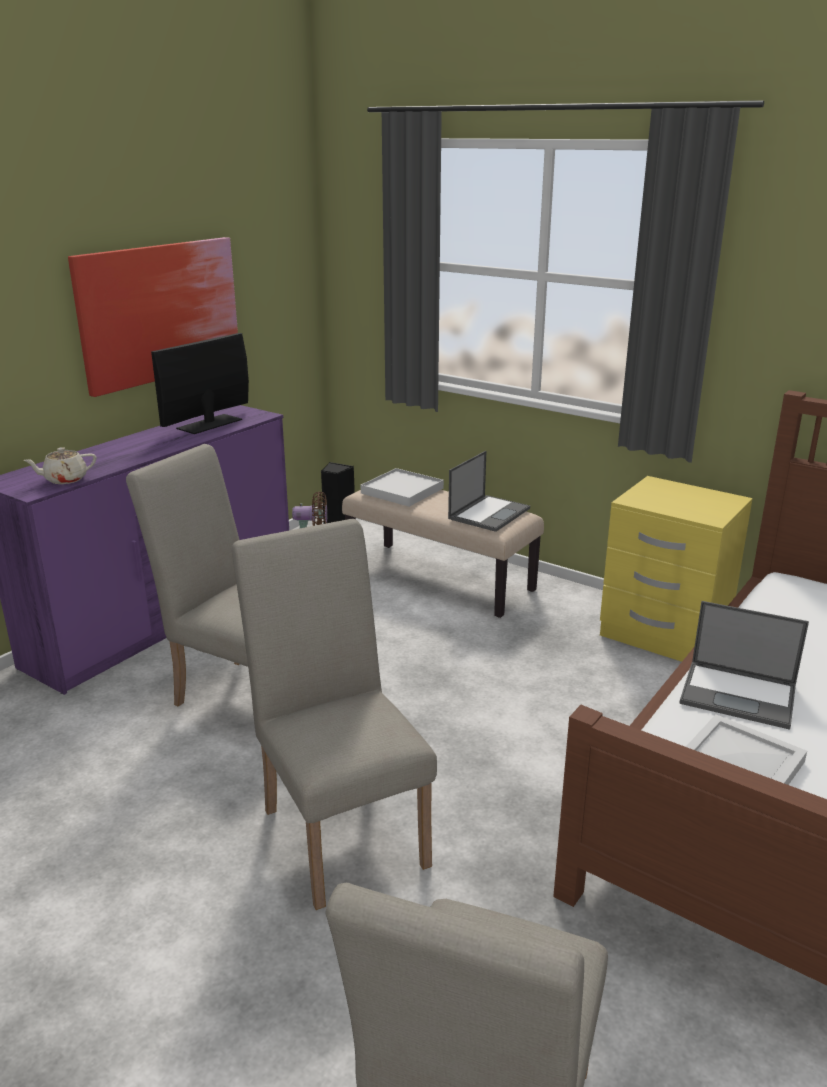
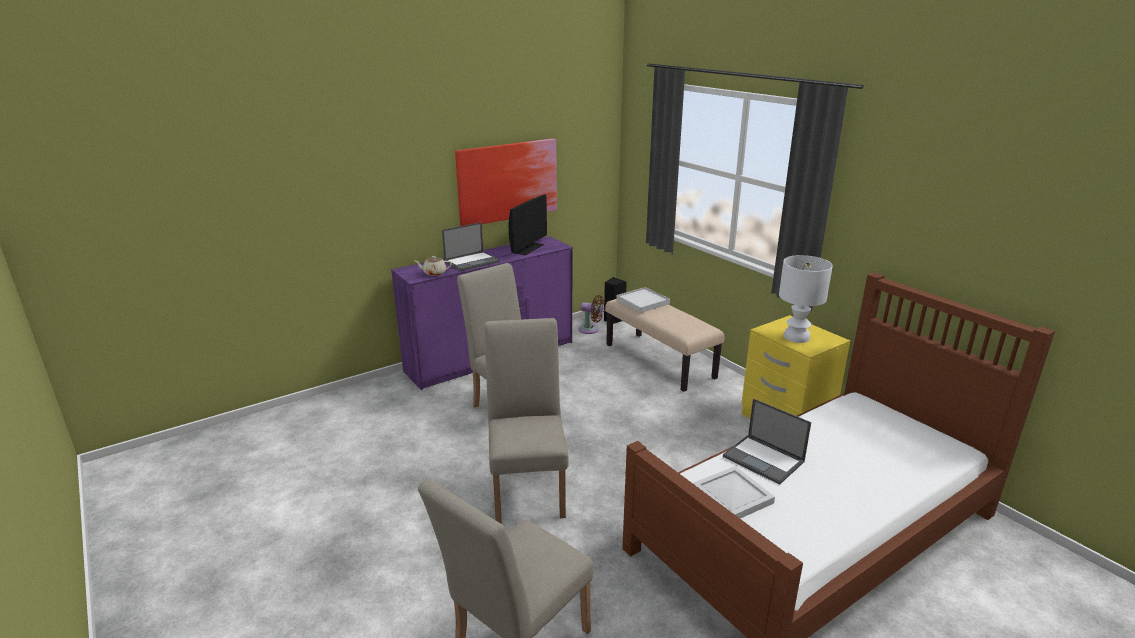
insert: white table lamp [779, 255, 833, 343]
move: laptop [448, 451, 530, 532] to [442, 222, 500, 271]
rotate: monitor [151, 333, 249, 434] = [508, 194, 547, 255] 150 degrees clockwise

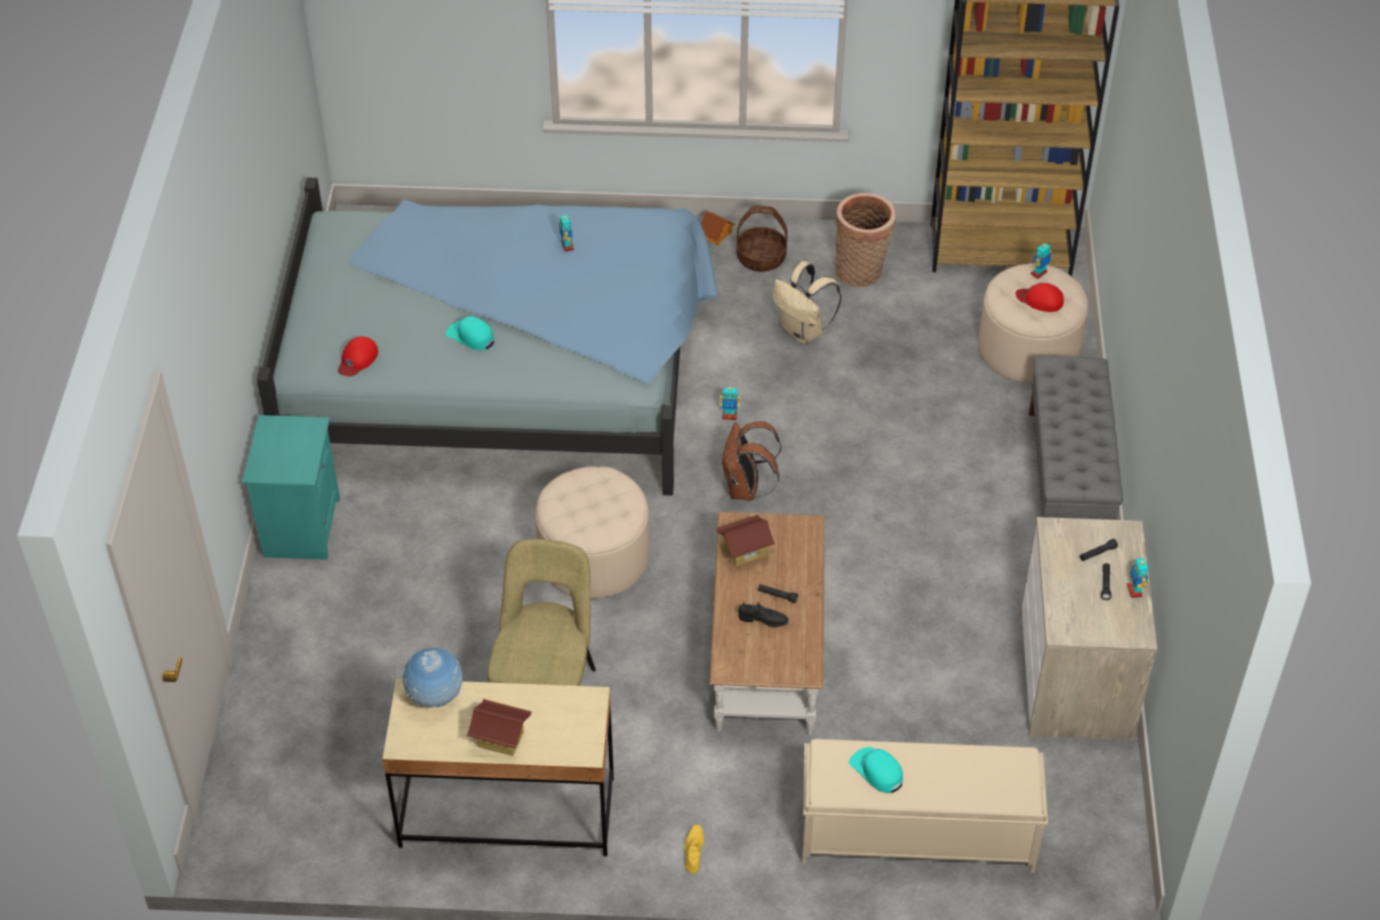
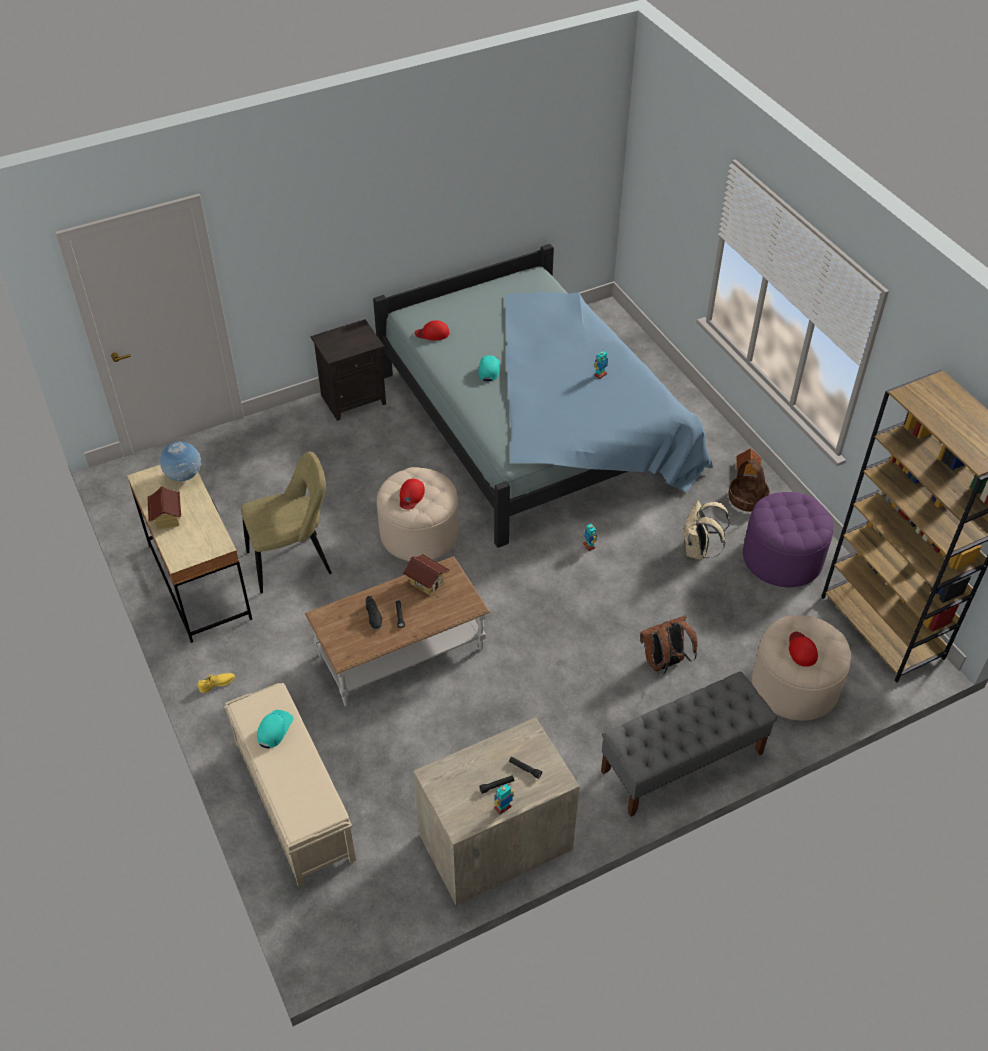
delete: toy robot [1031, 243, 1052, 279]
insert: red cap [400, 479, 425, 510]
move: brown backpack [721, 421, 781, 501] to [640, 615, 698, 675]
replace: basket [835, 193, 895, 288] to purple ottoman [743, 492, 833, 587]
recolor: turquoise nightstand [242, 415, 340, 560] to black nightstand [311, 319, 386, 421]

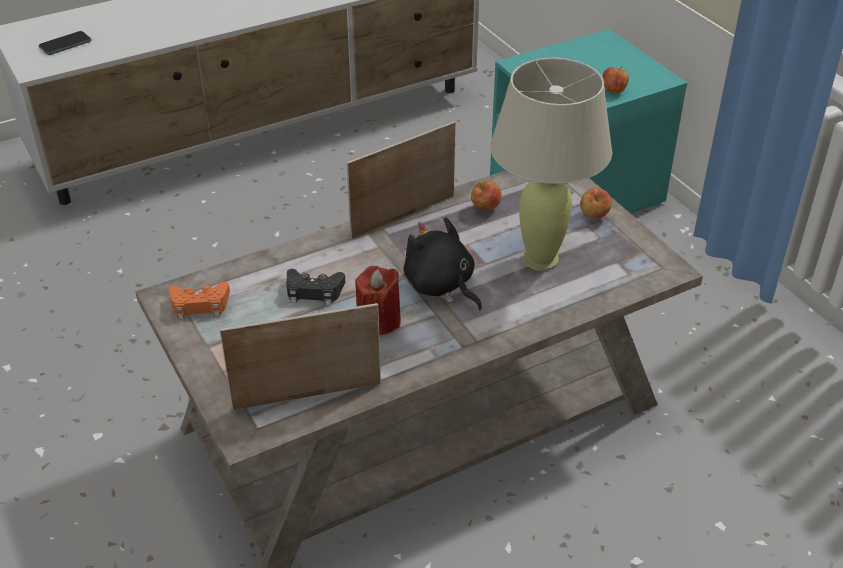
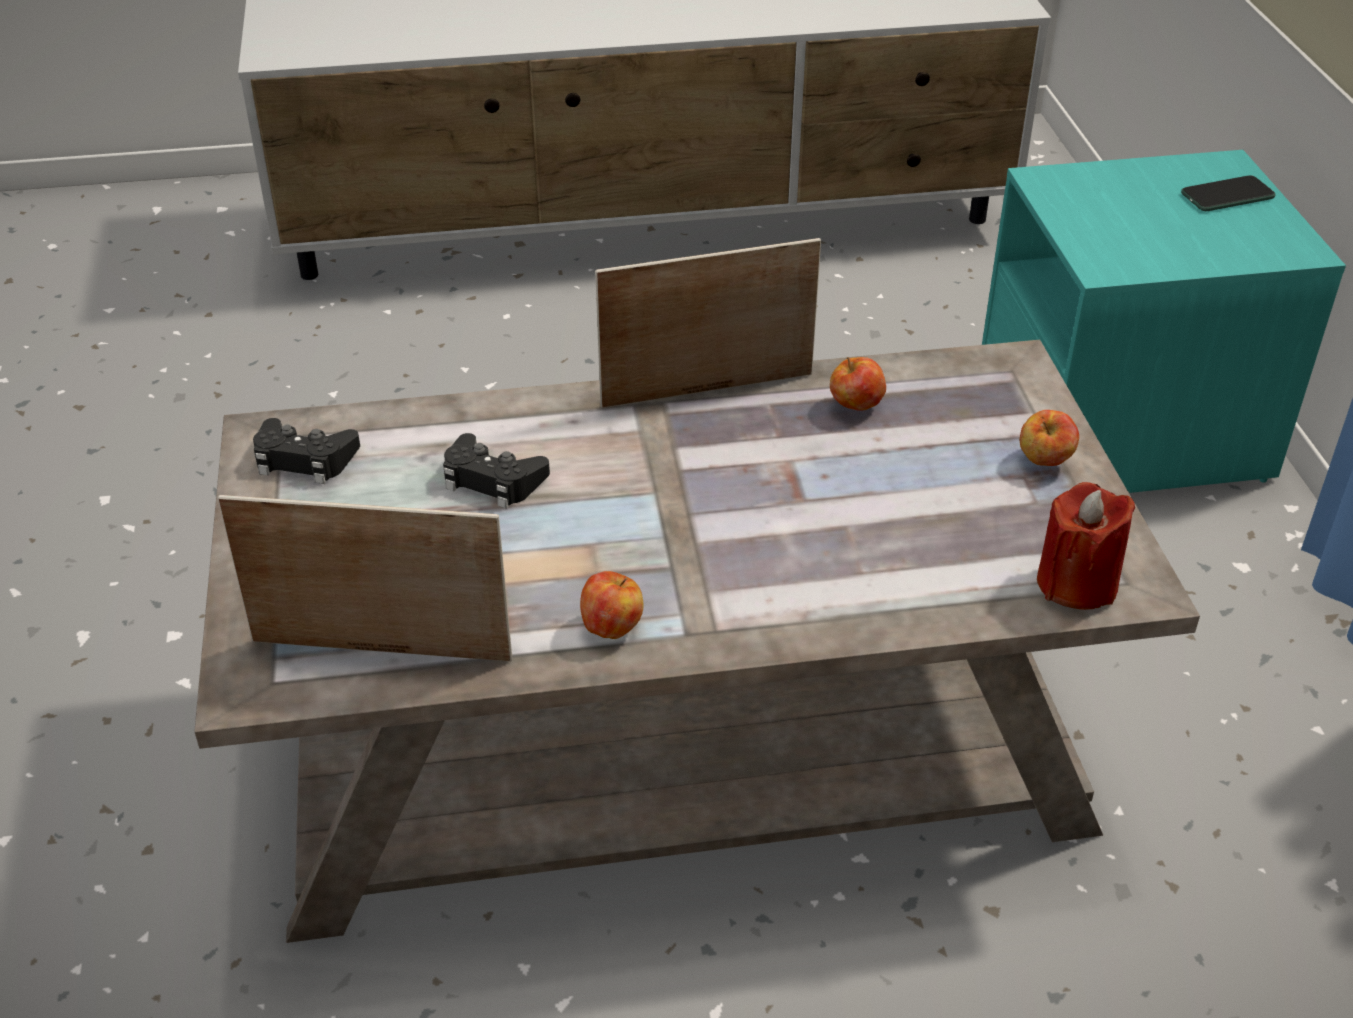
delete: black plush toy [404, 217, 482, 310]; beige table lamp [490, 58, 612, 271]
move: phone [38, 31, 92, 55] to [1181, 175, 1275, 211]; red candle [355, 266, 401, 335] to [1037, 482, 1135, 610]; apple [603, 66, 629, 94] to [580, 571, 643, 639]
recolor: orange game controller [168, 282, 230, 320] to black game controller [253, 418, 360, 484]

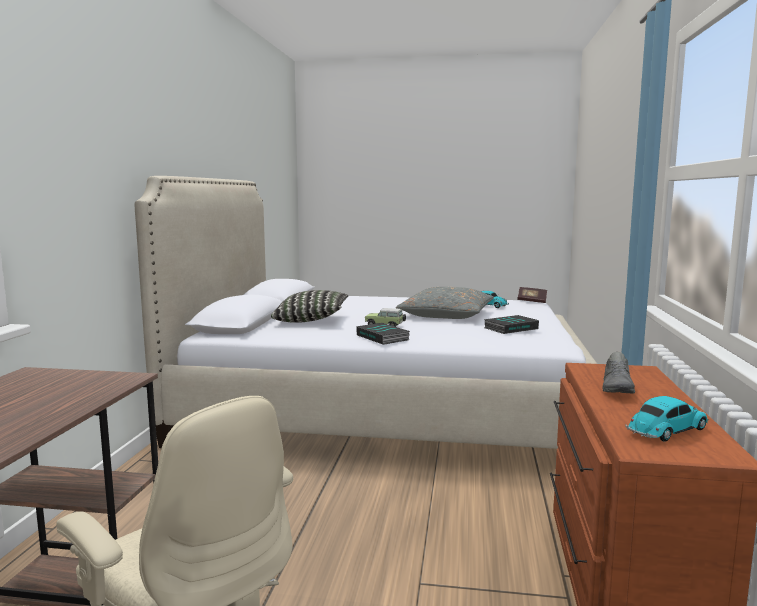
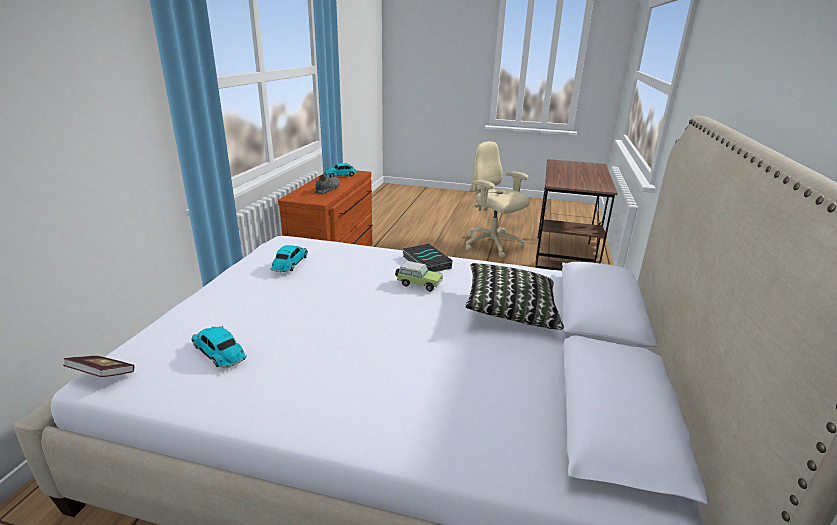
delete: grey pillow [396, 287, 494, 319]
replace: book [484, 315, 539, 334] to toy car [270, 245, 308, 273]

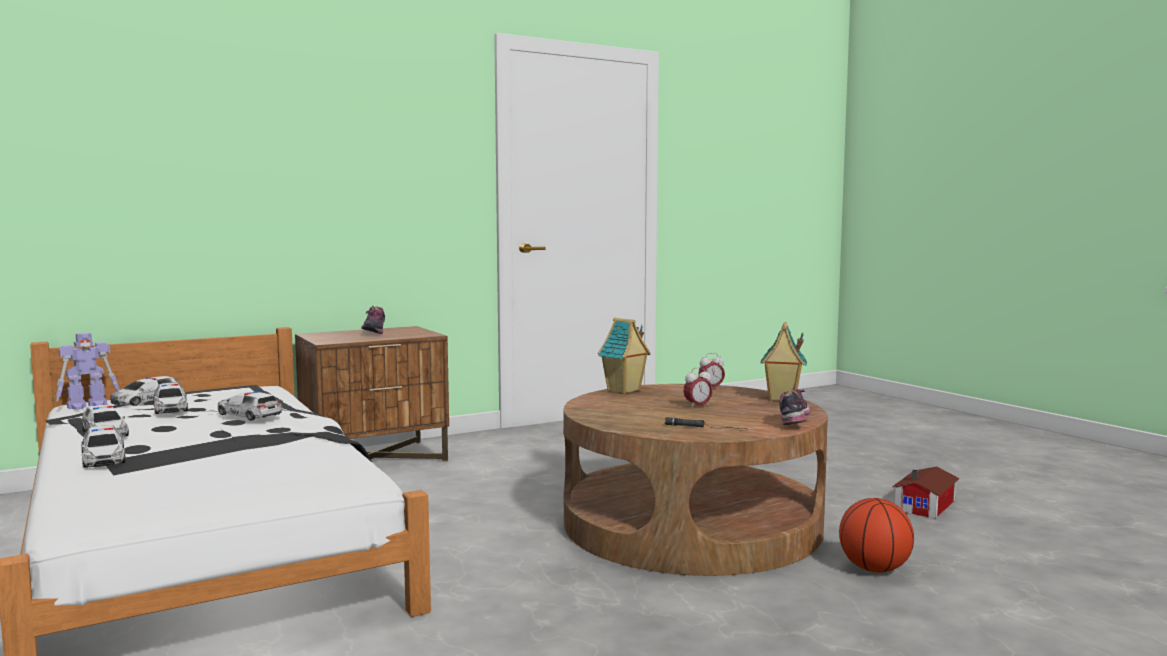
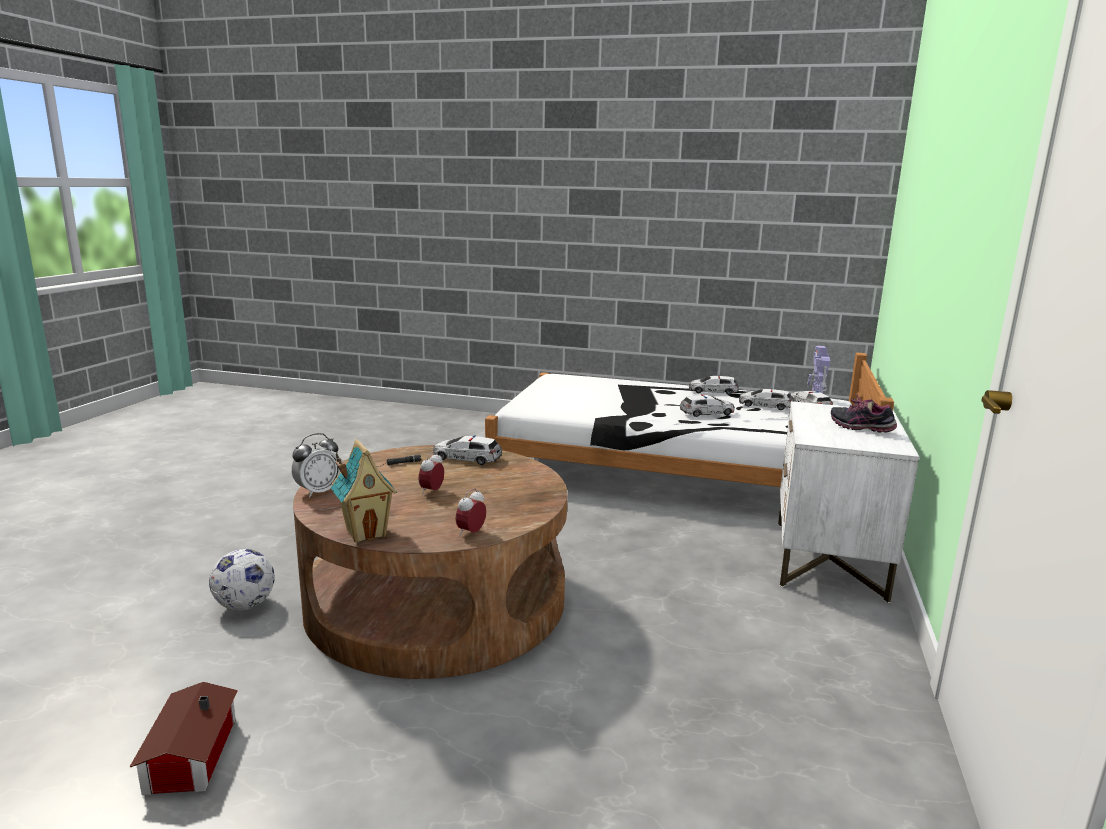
delete: toy house [598, 317, 651, 394]
move: toy car [81, 425, 126, 468] to [433, 435, 502, 465]
replace: shoe [779, 382, 811, 425] to alarm clock [292, 433, 341, 497]; basketball [839, 498, 914, 573] to football [209, 549, 275, 611]
recolor: brown nightstand [295, 326, 449, 461] to white nightstand [778, 401, 919, 603]

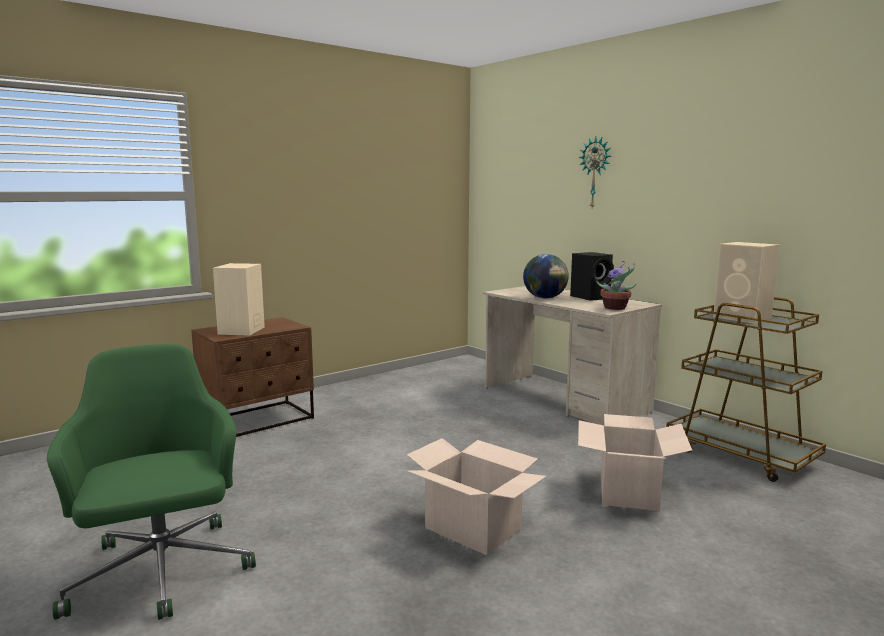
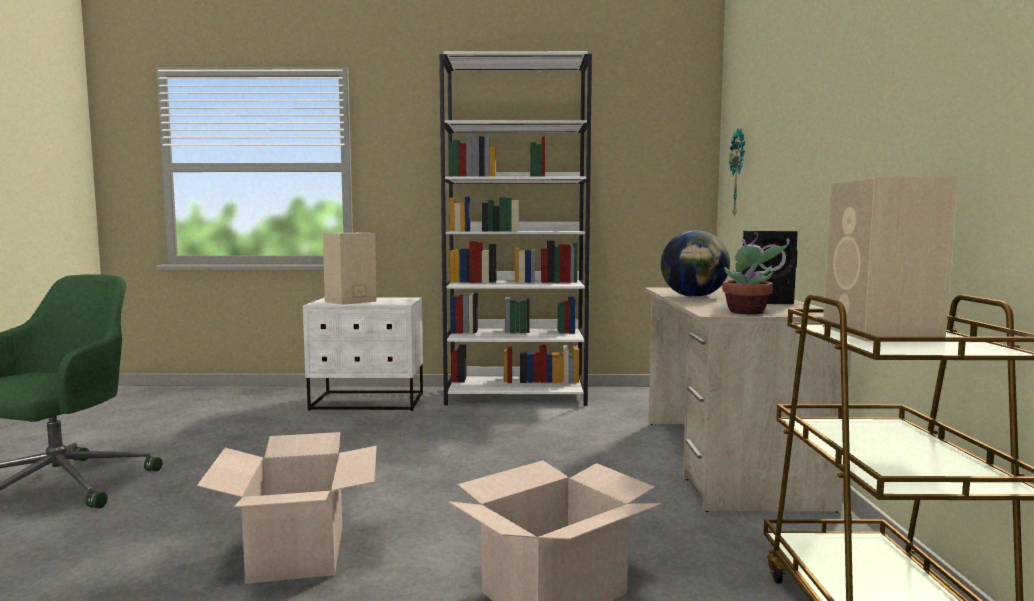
insert: white bookcase [439, 51, 592, 406]
move: wall clock [579, 137, 611, 208] to [729, 128, 745, 218]
recolor: brown nightstand [191, 317, 314, 437] to white nightstand [303, 297, 423, 411]

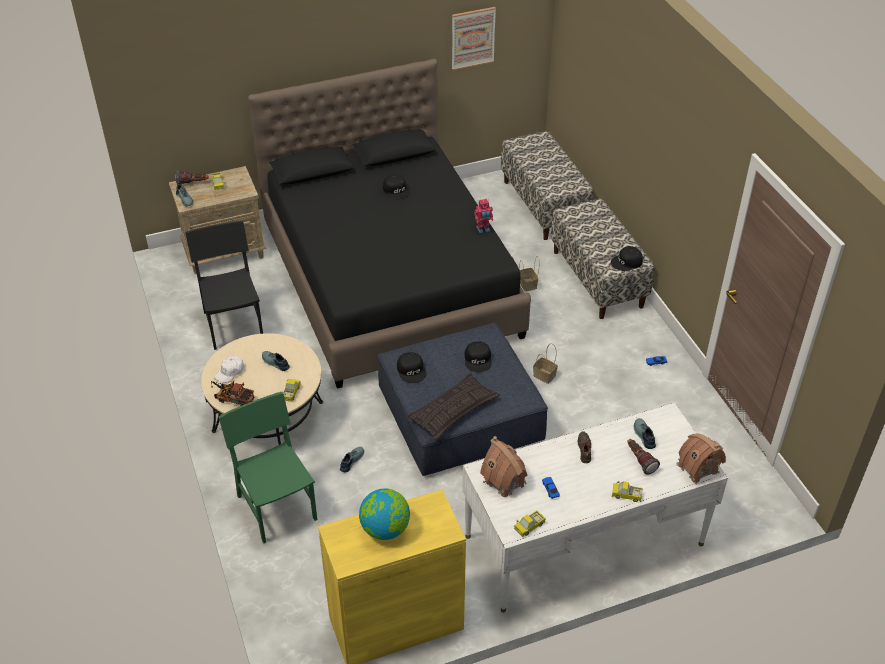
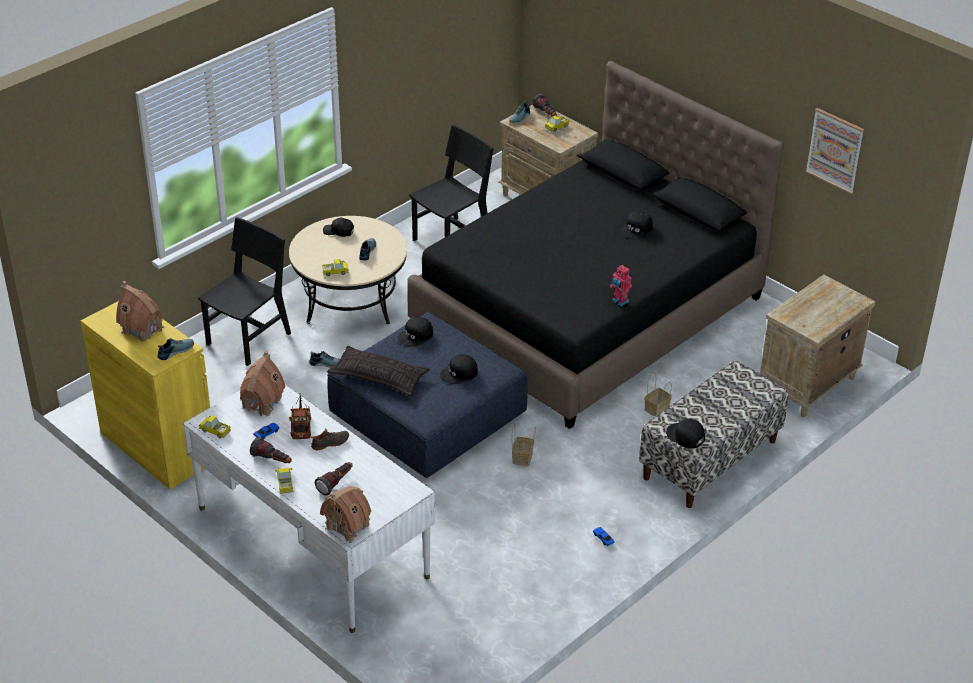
insert: flashlight [250, 437, 292, 463]
move: toy truck [211, 380, 254, 406] to [289, 395, 311, 439]; shoe [634, 418, 656, 449] to [157, 338, 194, 360]
replace: globe [359, 489, 410, 540] to toy house [116, 281, 165, 341]; bench [501, 131, 594, 240] to beige nightstand [760, 275, 875, 417]
recolor: white cap [214, 356, 244, 384] to black cap [323, 217, 354, 237]; green chair [218, 392, 317, 543] to black chair [198, 217, 291, 366]

